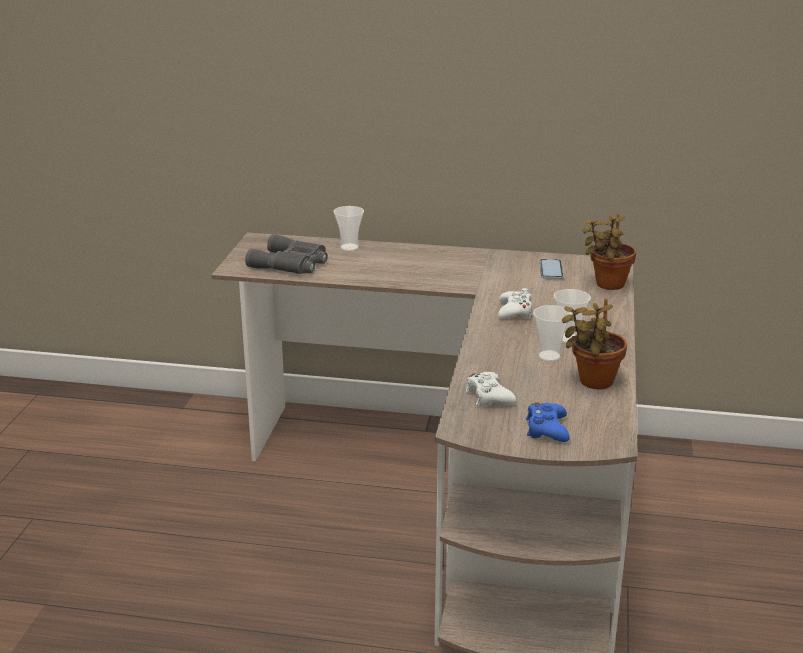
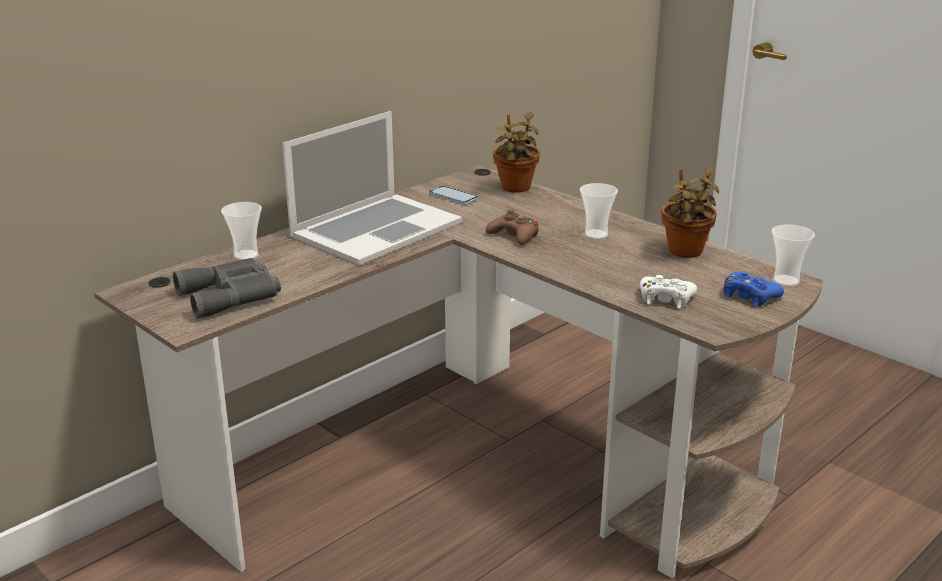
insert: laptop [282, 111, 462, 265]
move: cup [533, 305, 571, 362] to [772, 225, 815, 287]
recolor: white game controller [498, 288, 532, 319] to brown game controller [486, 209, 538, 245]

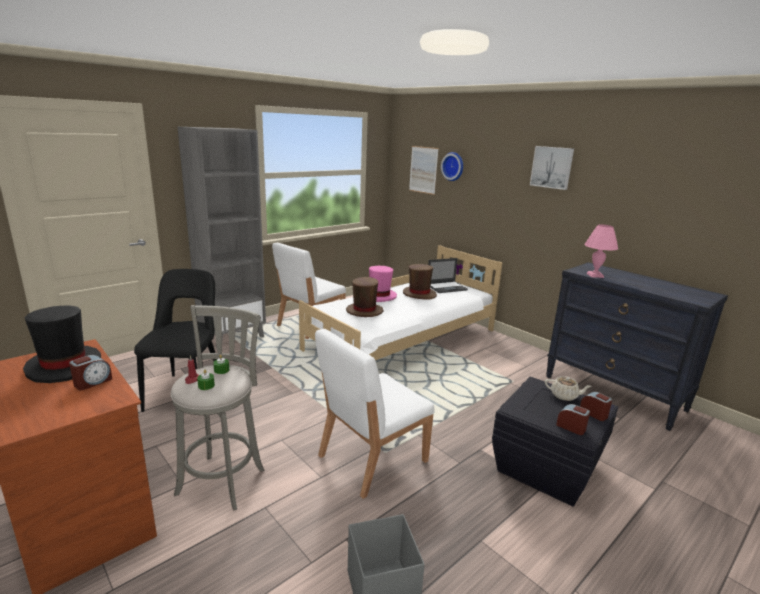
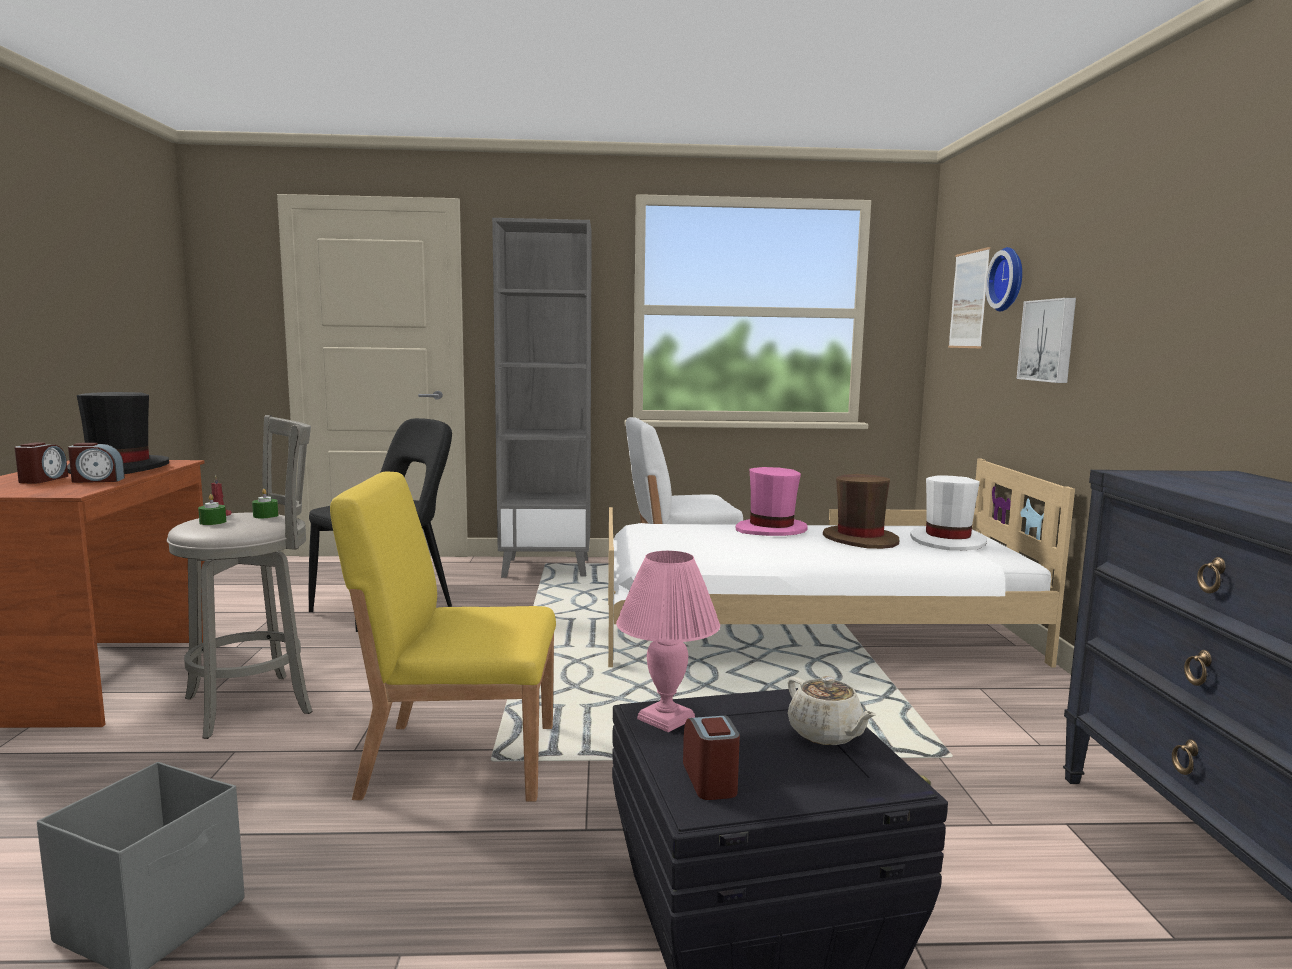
delete: brown hat [346, 277, 383, 317]
move: picture [530, 146, 574, 190] to [1017, 298, 1076, 383]; alarm clock [580, 392, 612, 421] to [15, 442, 68, 483]; pink table lamp [584, 225, 618, 278] to [616, 551, 720, 732]
replace: laptop [428, 258, 468, 293] to white hat [910, 475, 987, 551]
recolor: white chair [315, 329, 435, 499] to yellow chair [330, 471, 556, 802]

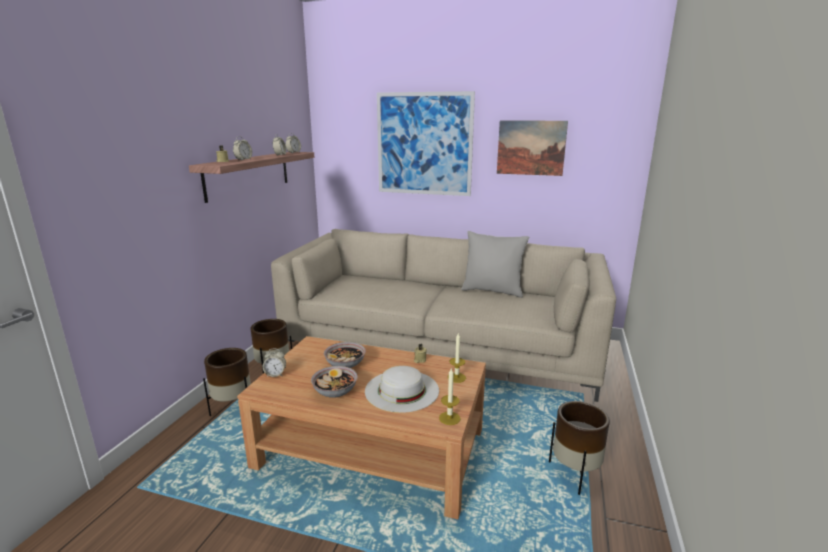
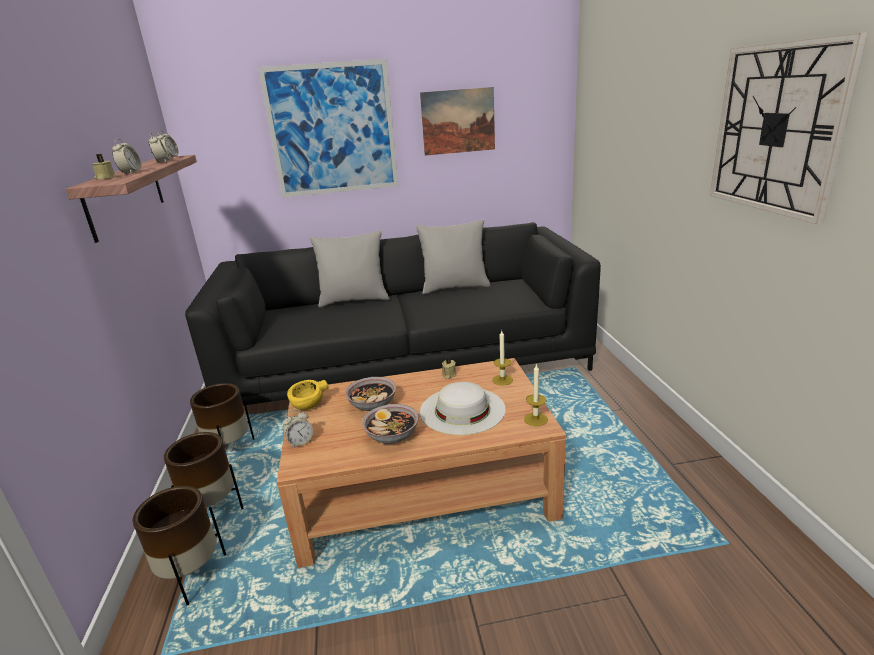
insert: yellow bowl [287, 380, 329, 410]; grey pillow [310, 231, 390, 308]; wall clock [710, 32, 868, 224]
move: brown planter [549, 401, 610, 495] to [133, 486, 226, 605]
recolor: beige sofa [271, 229, 616, 402] to black sofa [185, 222, 601, 406]

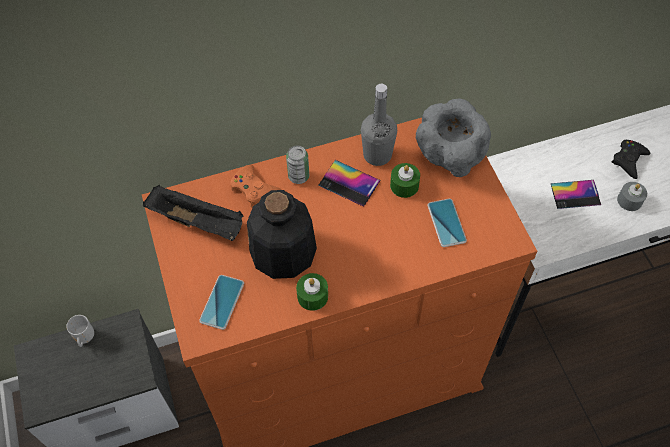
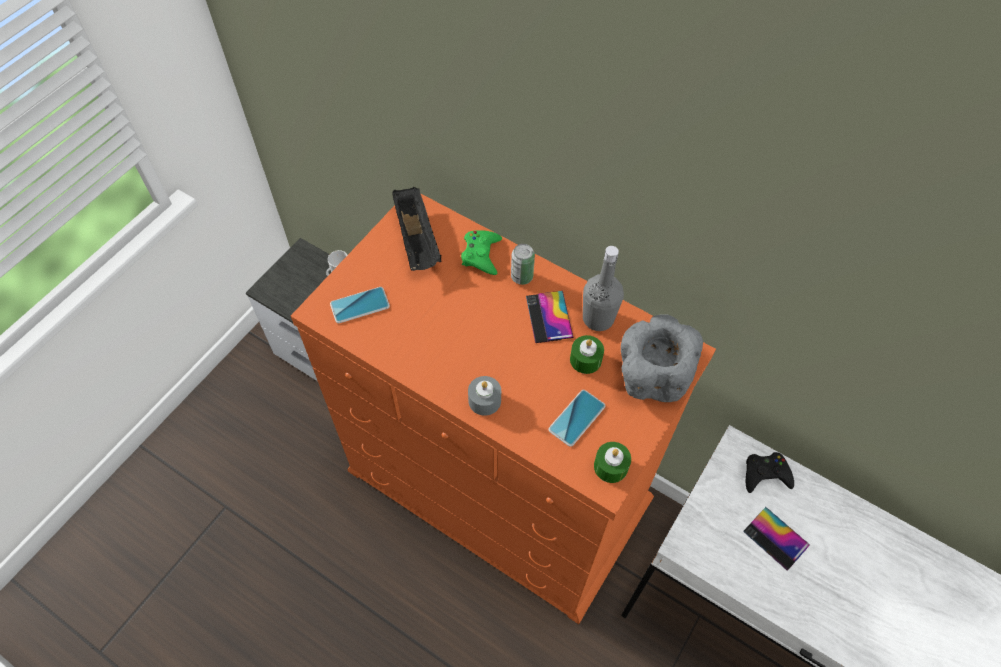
delete: bottle [247, 190, 317, 279]
move: green candle [296, 273, 328, 311] to [594, 442, 631, 483]; black game controller [612, 140, 650, 179] to [745, 452, 794, 493]; grey candle [617, 182, 647, 211] to [468, 376, 501, 416]
recolor: orange game controller [230, 165, 282, 207] to green game controller [461, 230, 502, 275]

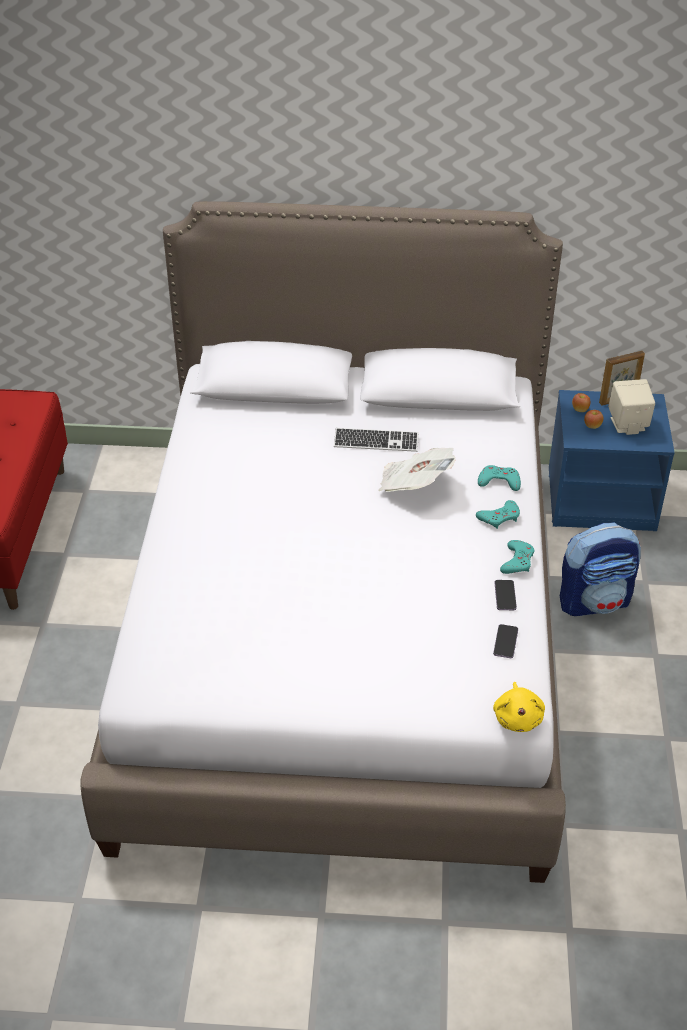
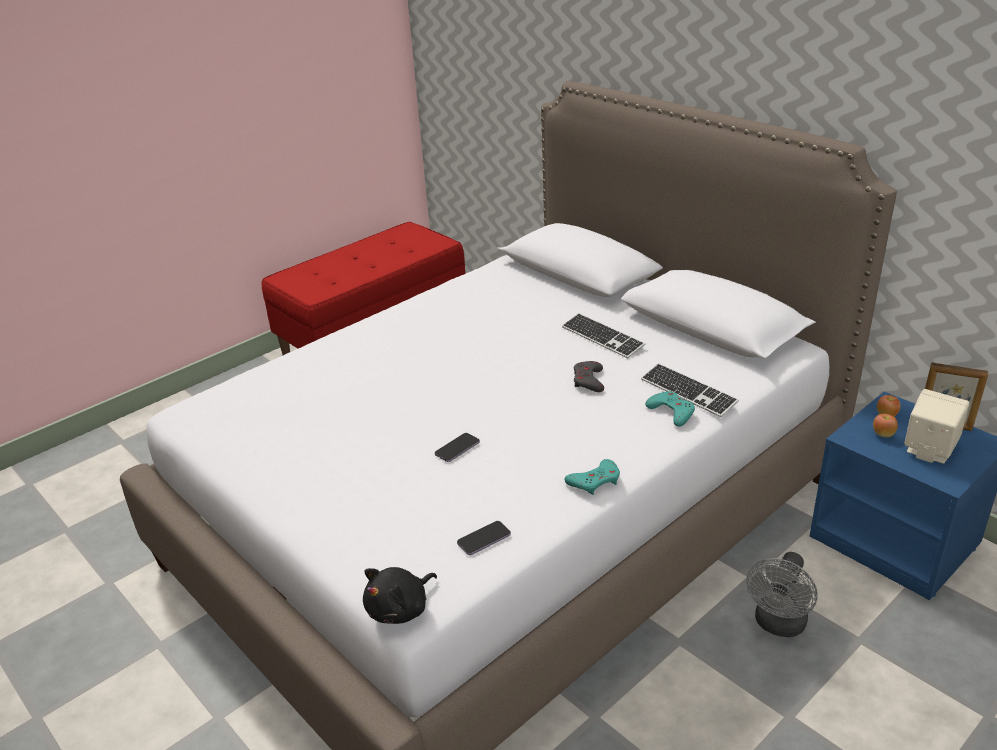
delete: turquoise game controller [476, 500, 520, 529]
insert: keyboard [641, 363, 739, 417]
move: phone [495, 580, 517, 610] to [435, 433, 480, 462]
replace: newspaper [378, 448, 456, 492] to grey game controller [574, 361, 604, 392]; backpack [560, 523, 641, 616] to grey fan [747, 552, 818, 637]
recolor: yellow plush toy [493, 682, 545, 732] to black plush toy [363, 567, 437, 624]

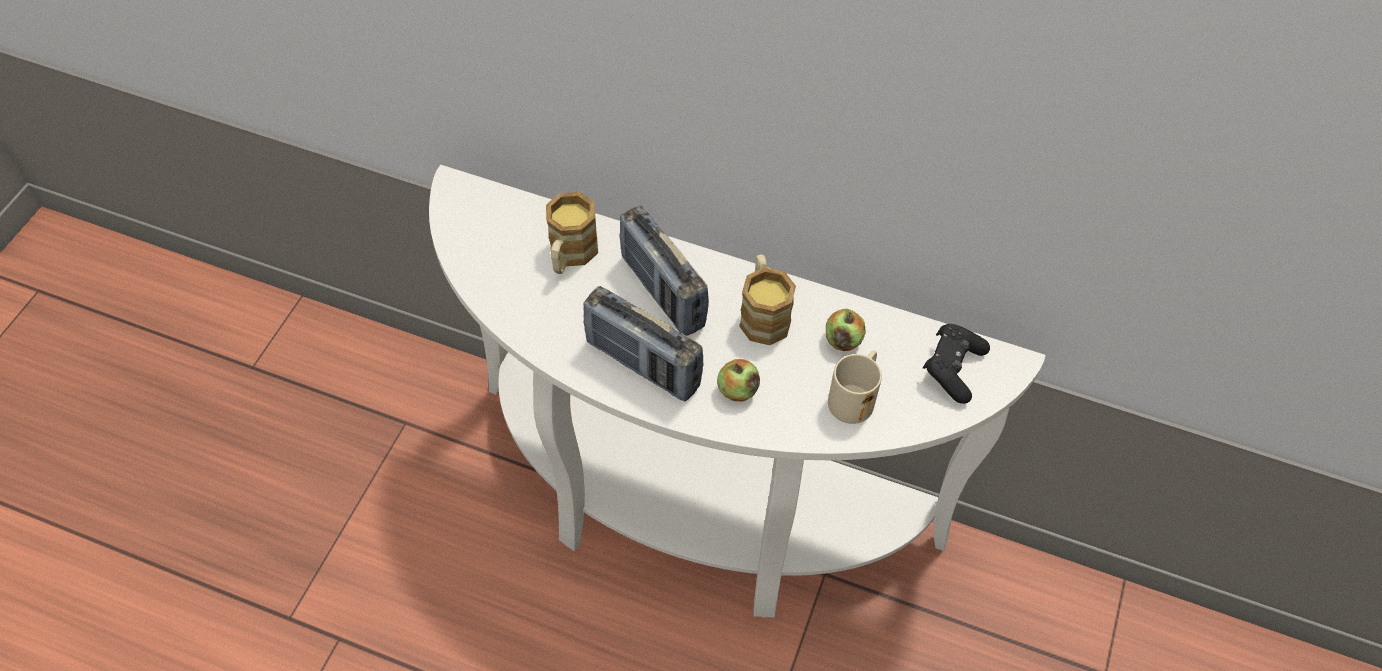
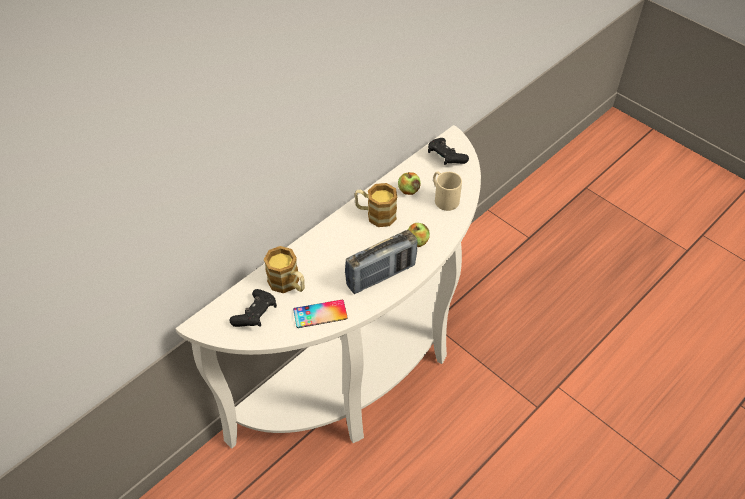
delete: radio [619, 206, 709, 336]
insert: black game controller [230, 289, 277, 327]; phone [293, 300, 348, 328]

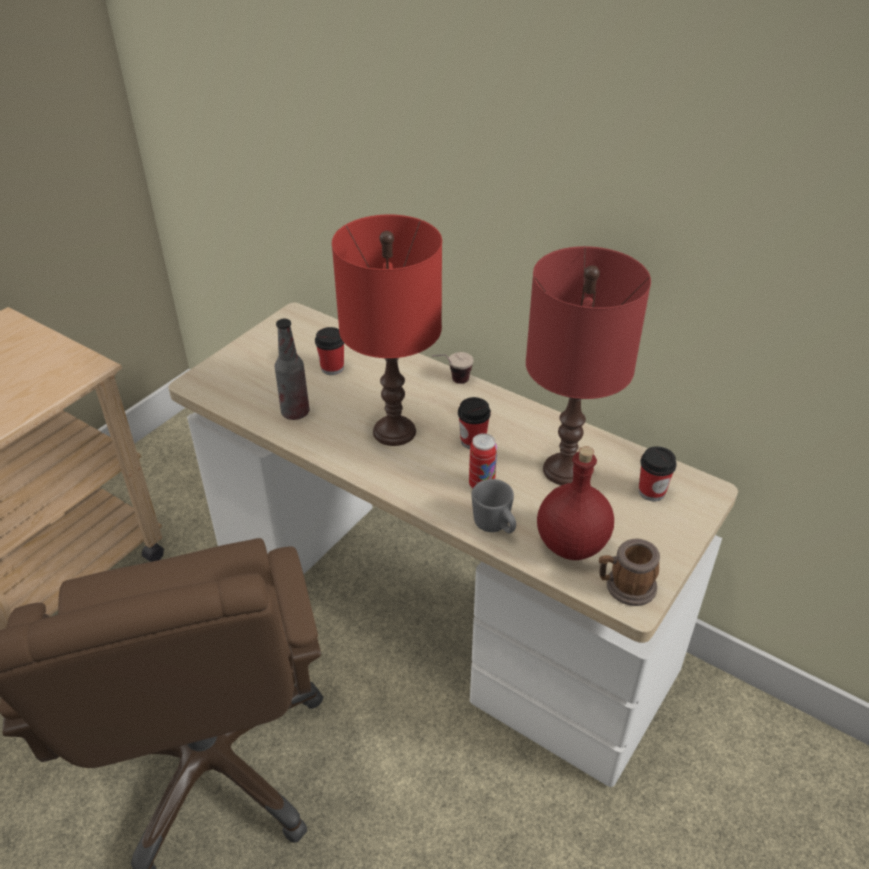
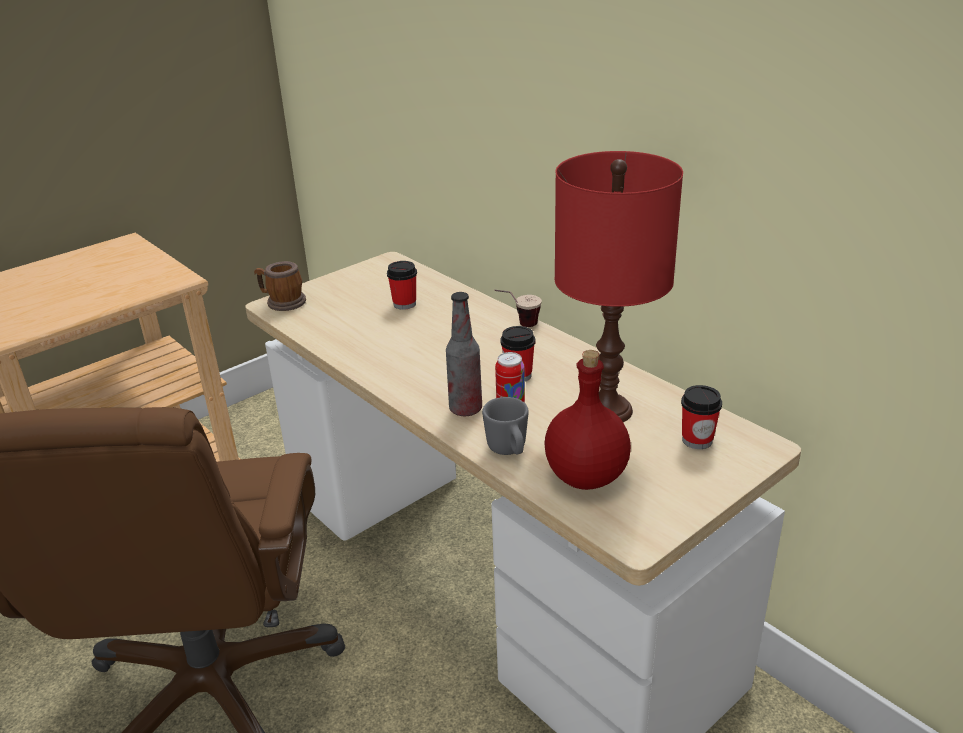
delete: red table lamp [332, 214, 442, 446]
move: bottle [275, 319, 309, 420] to [446, 292, 482, 416]; mug [599, 539, 660, 606] to [254, 261, 306, 311]

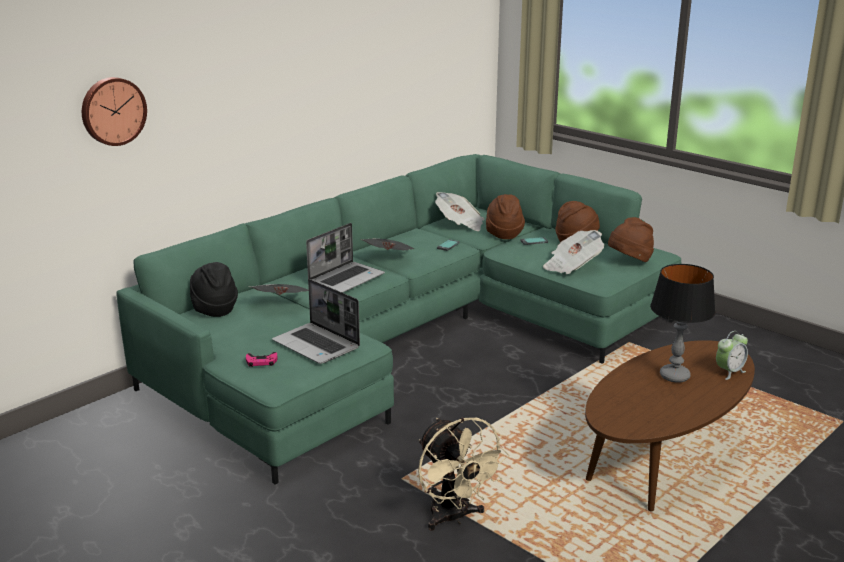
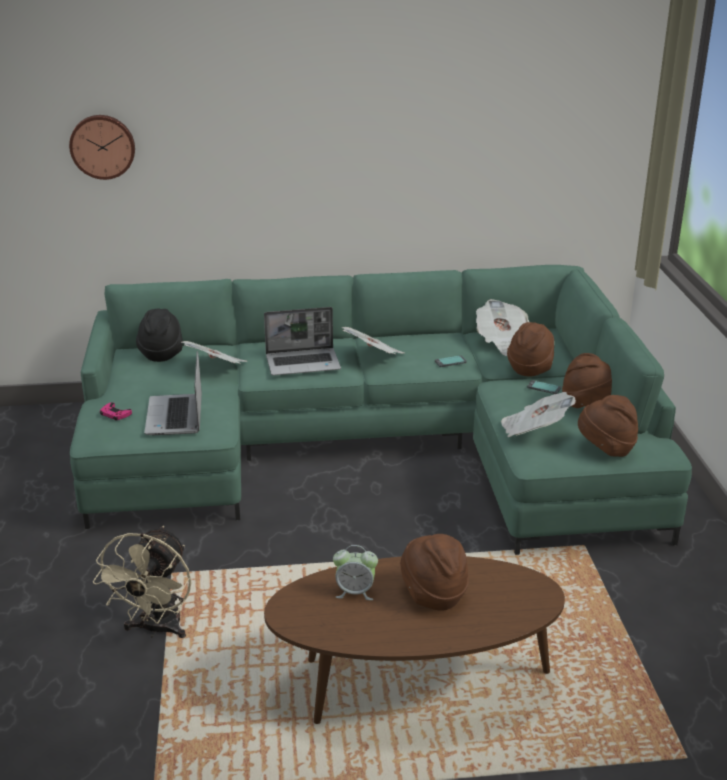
move: alarm clock [716, 331, 748, 380] to [333, 545, 378, 600]
replace: table lamp [650, 264, 716, 383] to brown hat [400, 534, 469, 611]

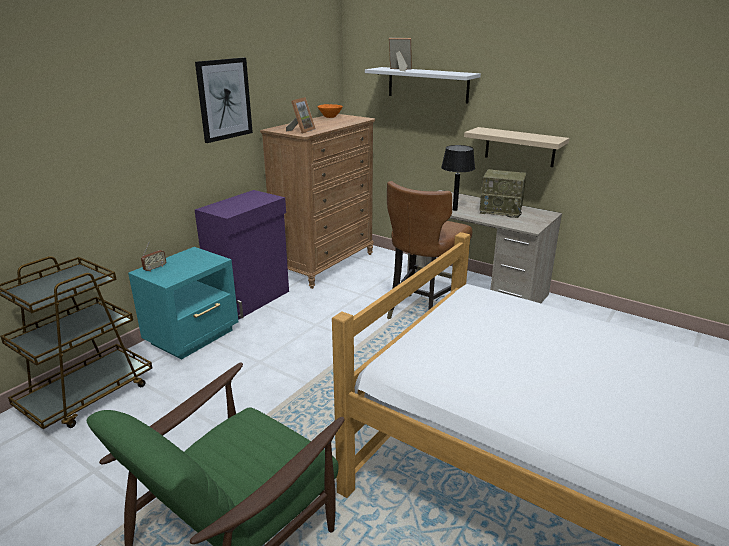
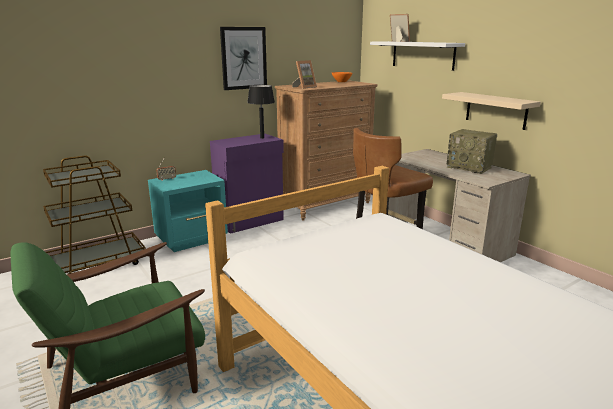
move: black table lamp [441, 145, 475, 211] to [247, 85, 275, 139]

